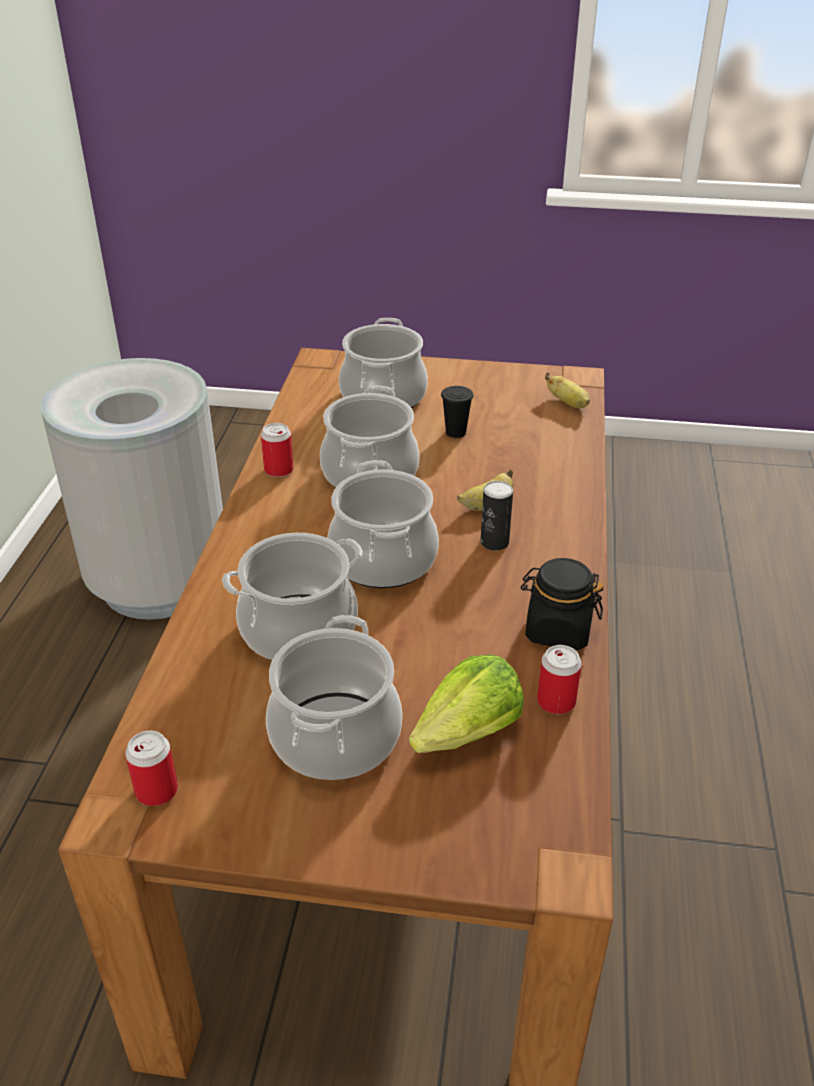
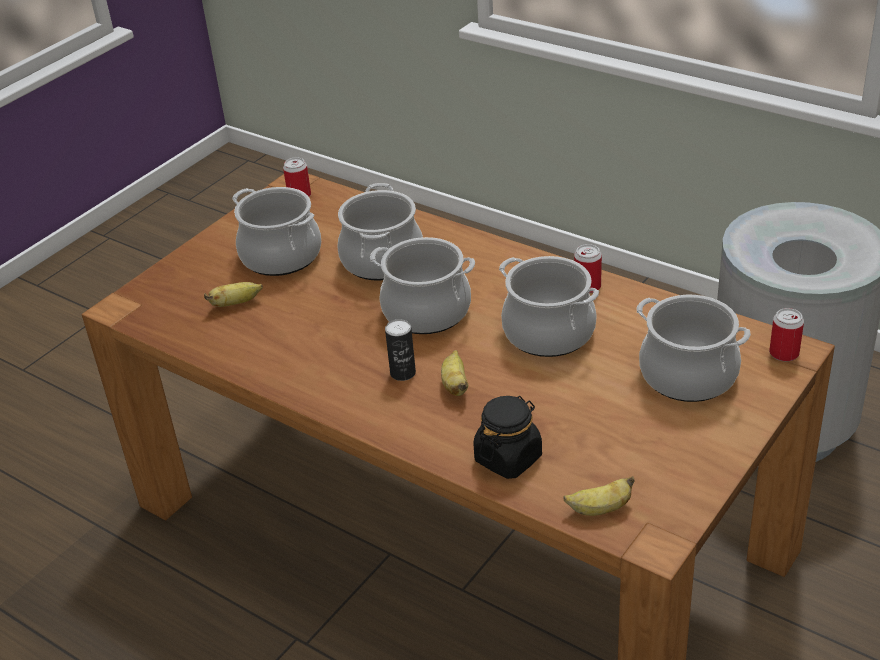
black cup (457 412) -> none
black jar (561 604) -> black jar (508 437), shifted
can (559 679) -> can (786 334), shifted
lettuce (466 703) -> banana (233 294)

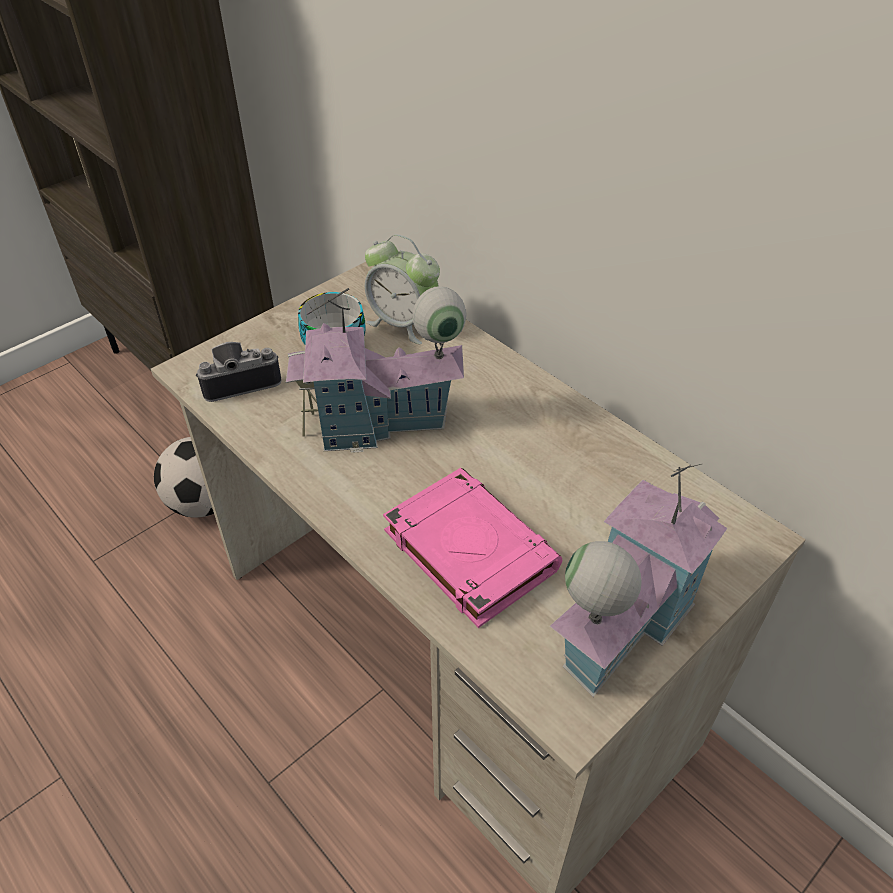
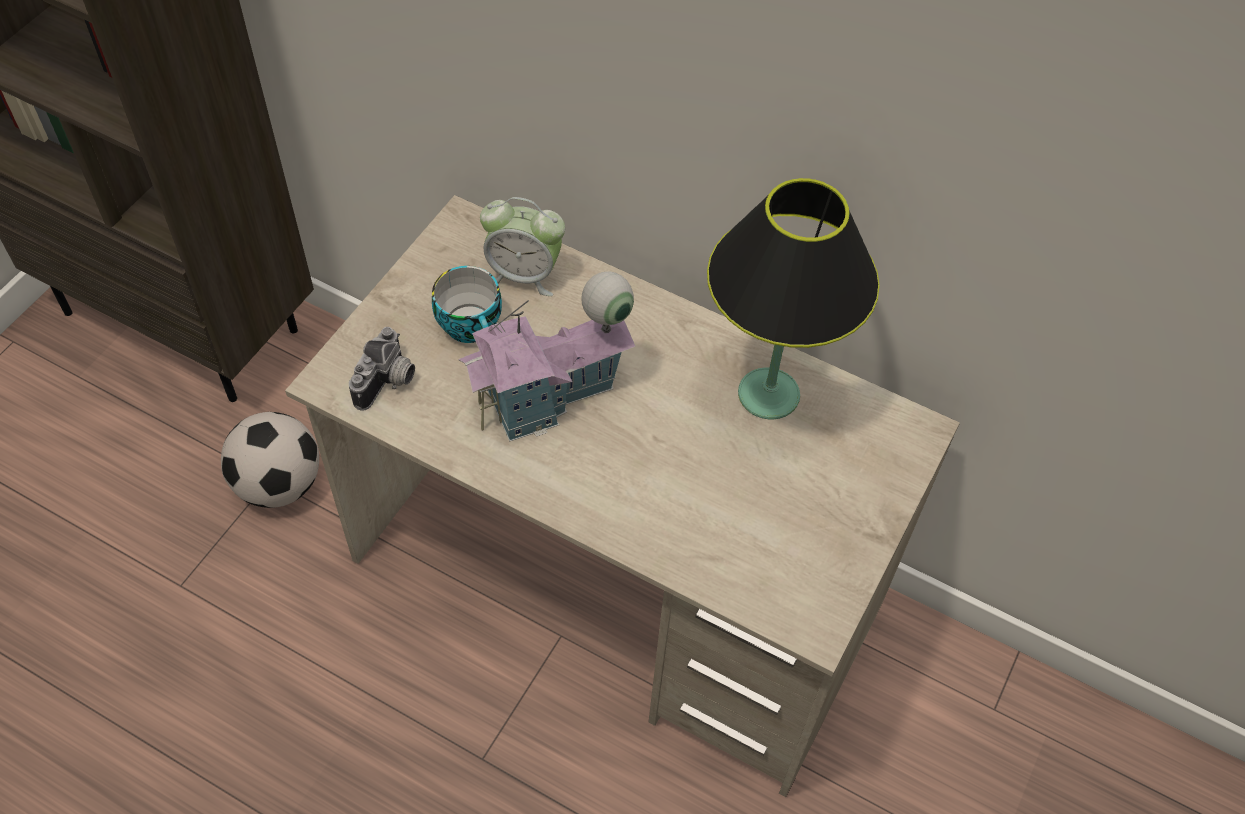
pink book (472 548) -> none
toy house (639 580) -> none
none -> black table lamp (793 298)
photo camera (239 372) -> photo camera (382 369), 150 degrees clockwise

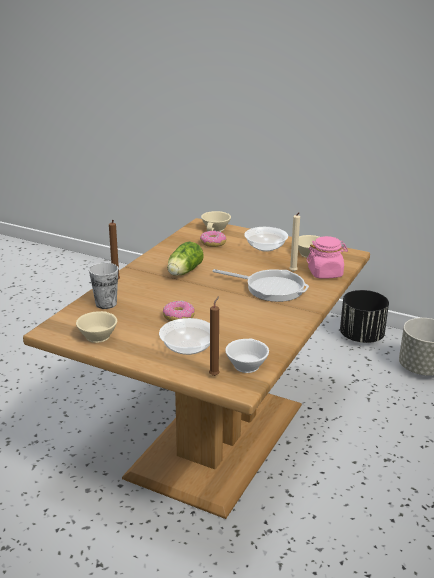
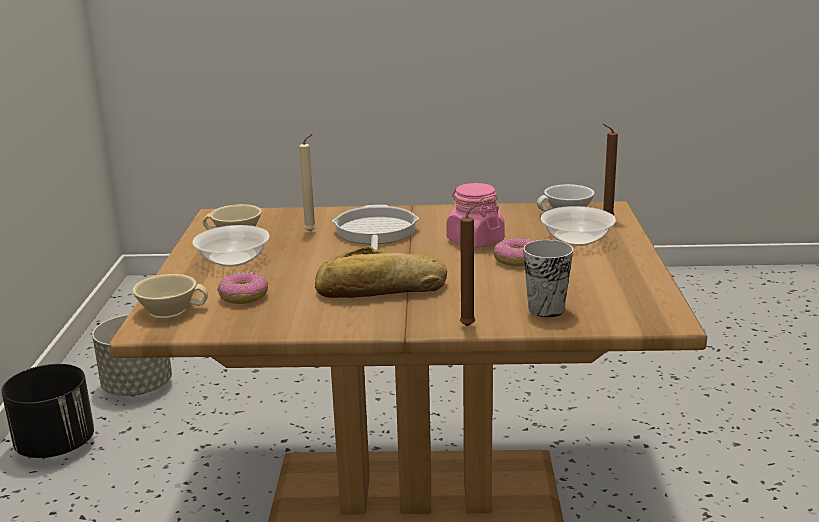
beige cup (96 327) -> none
pink jar (327 257) -> pink jar (475 215), shifted
lettuce (185 258) -> bread (381 272)

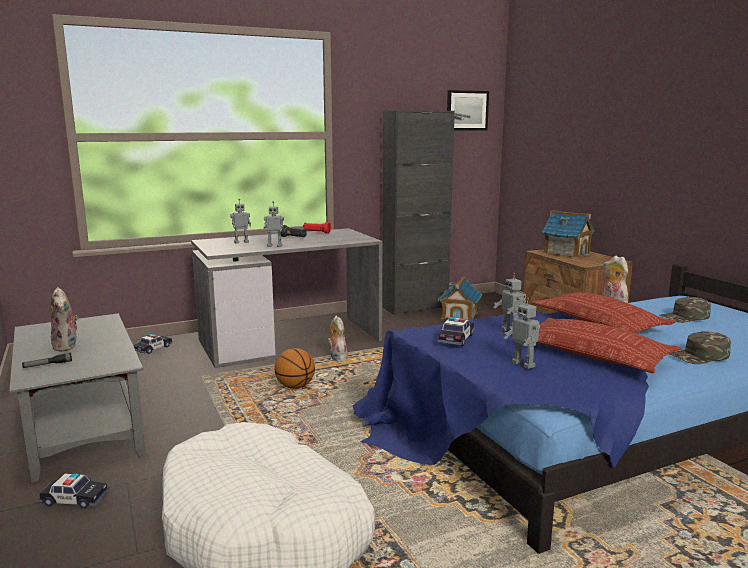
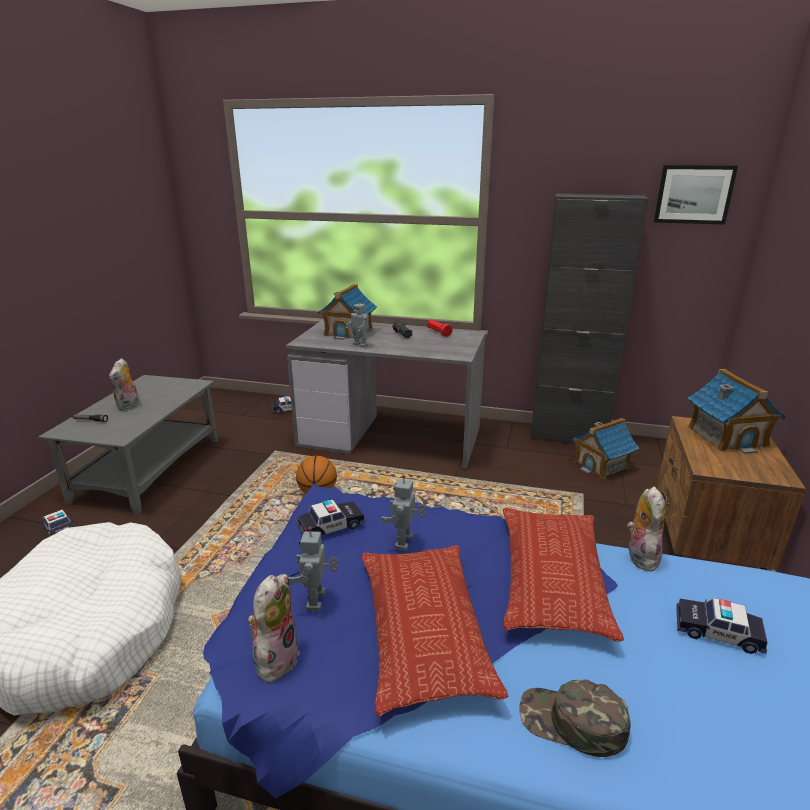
plush toy (337 339) -> plush toy (274 630), shifted
toy robot (240 221) -> toy house (347 312)
green cap (685 310) -> toy car (722 626)

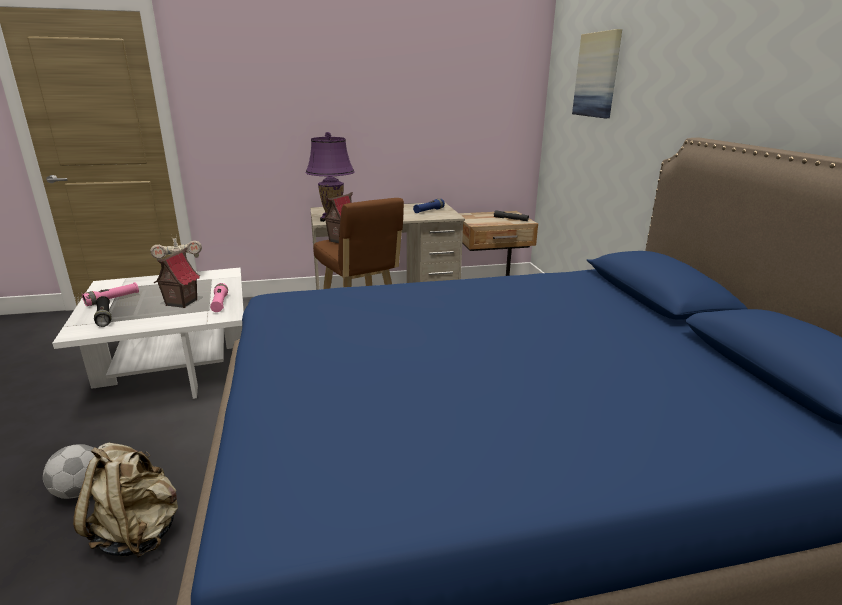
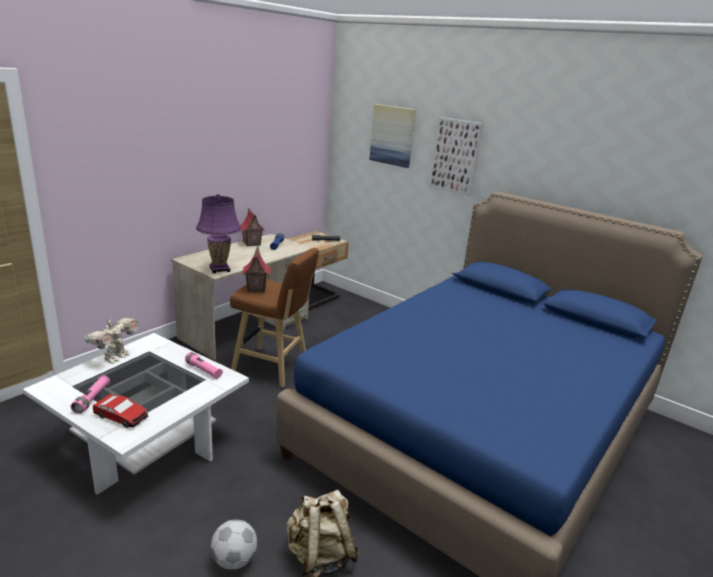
none -> picture (456 157)
toy house (176 278) -> toy house (252 227), shifted
black flashlight (103 311) -> toy car (120 411)

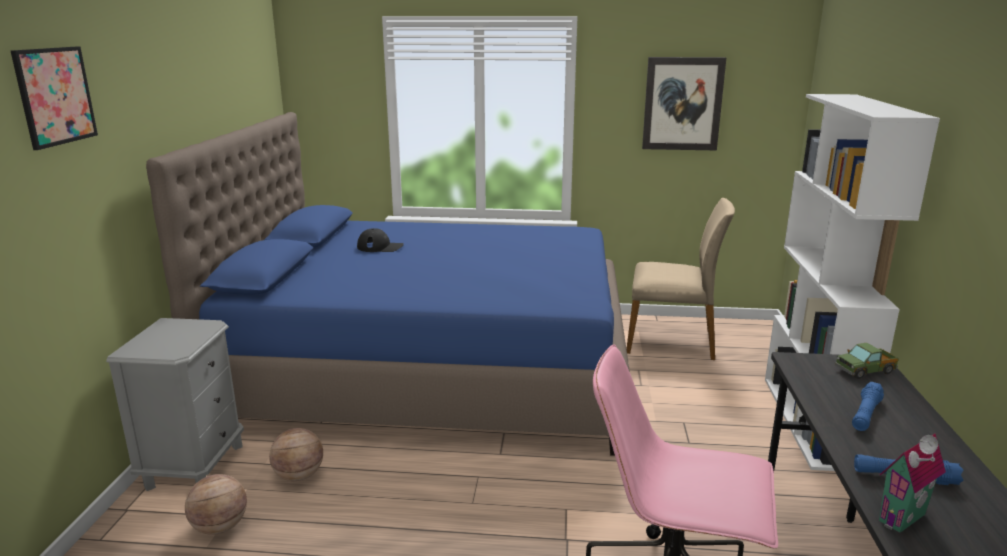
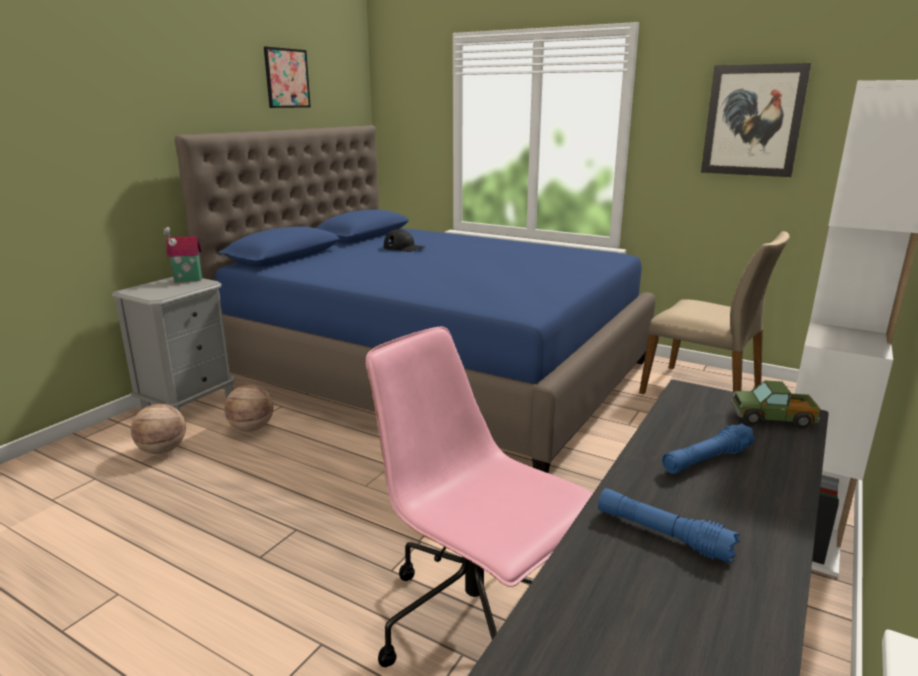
picture (54 98) -> picture (287 77), shifted
toy house (912 483) -> toy house (182 254), shifted

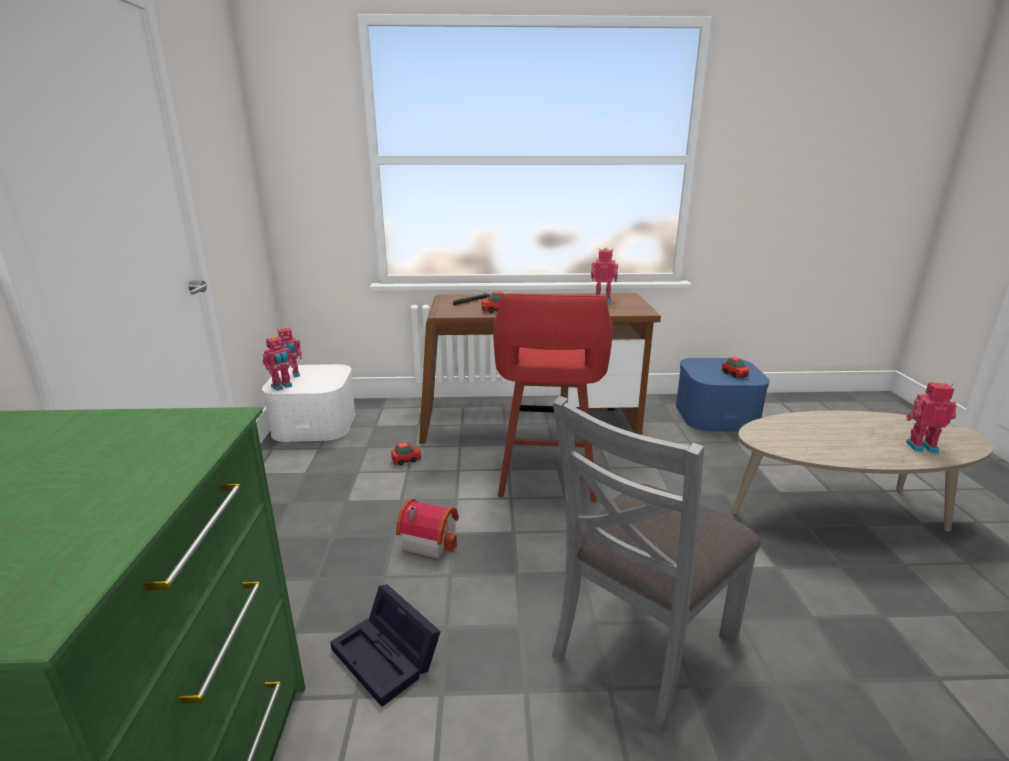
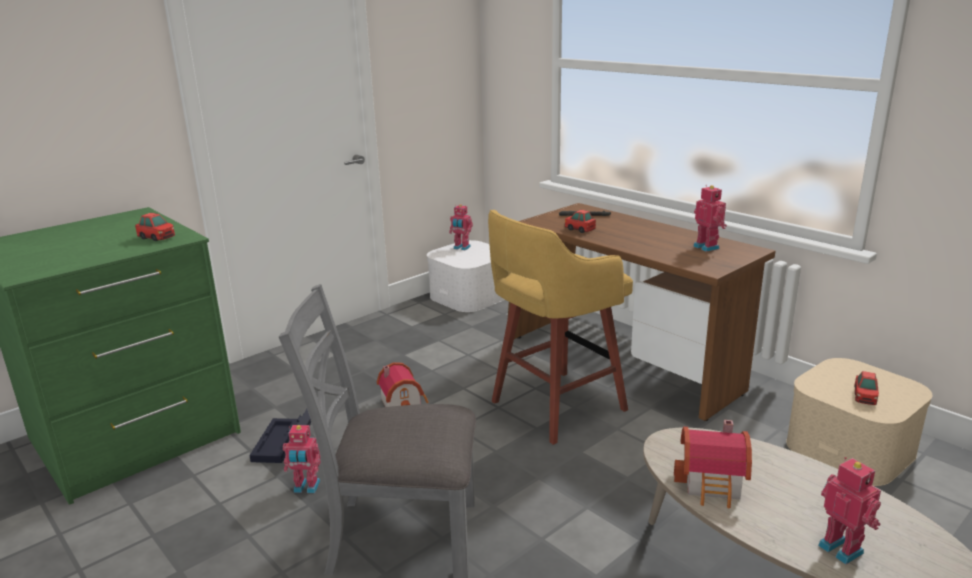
none -> toy house (713 464)
toy robot (278 363) -> toy robot (301 459), shifted
toy car (406 453) -> toy car (155 227), shifted
red stool (553 397) -> yellow stool (560 327)
blue storage box (723 395) -> beige storage box (859 422)

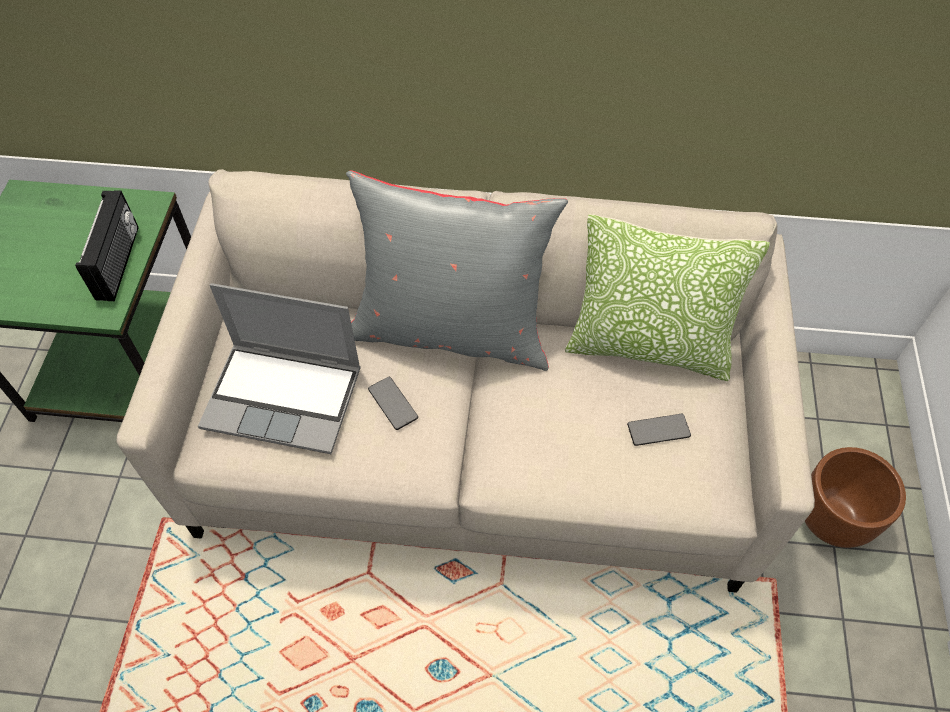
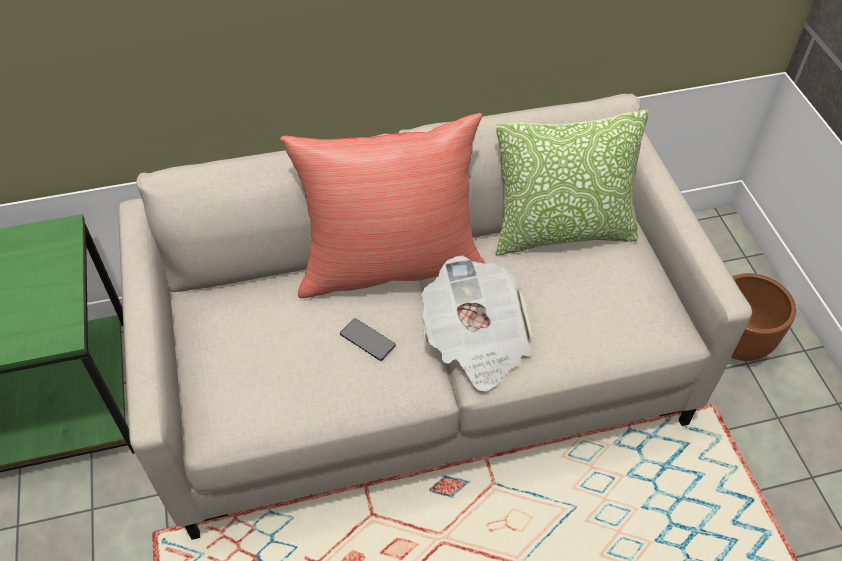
radio (107 245) -> none
laptop (279 368) -> none
phone (659 430) -> none
none -> newspaper (477 323)
grey pillow (457 270) -> red pillow (383 205)

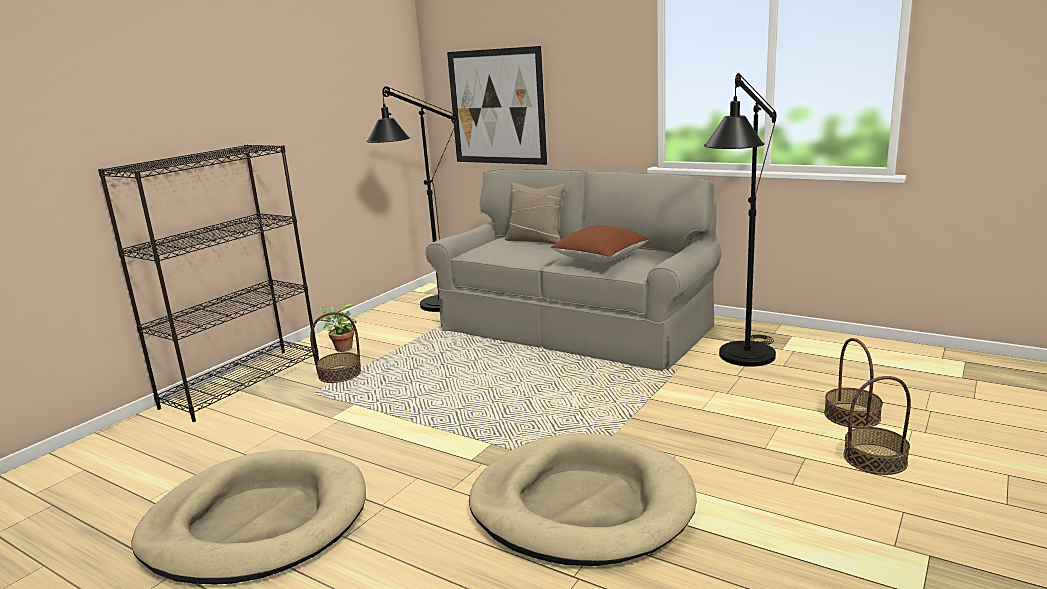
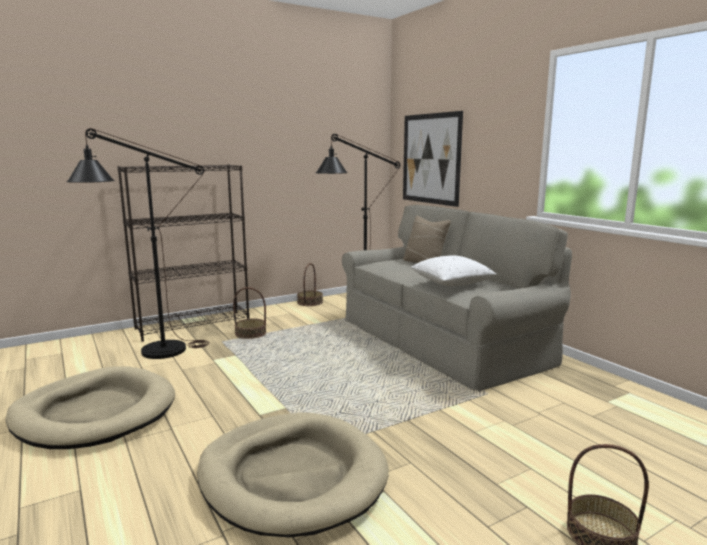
potted plant (338 328) -> none
black floor lamp (740 220) -> black floor lamp (137 243), shifted
basket (853 383) -> basket (310 284), shifted
brown pillow (599 243) -> white pillow (454 270)

